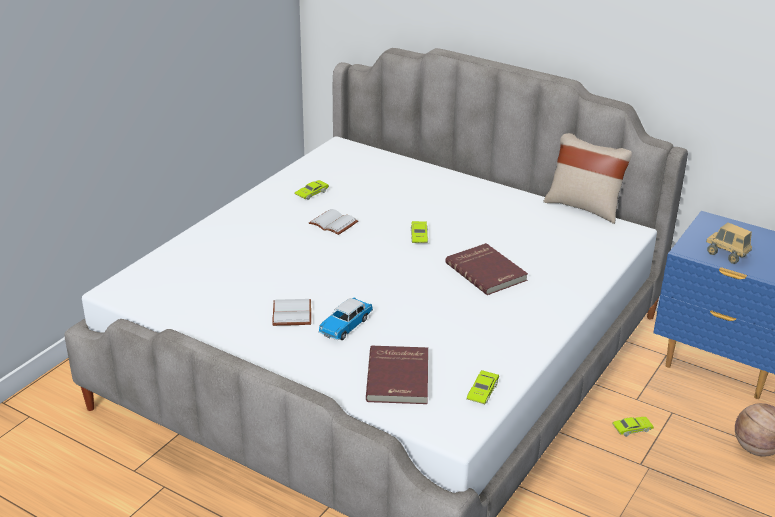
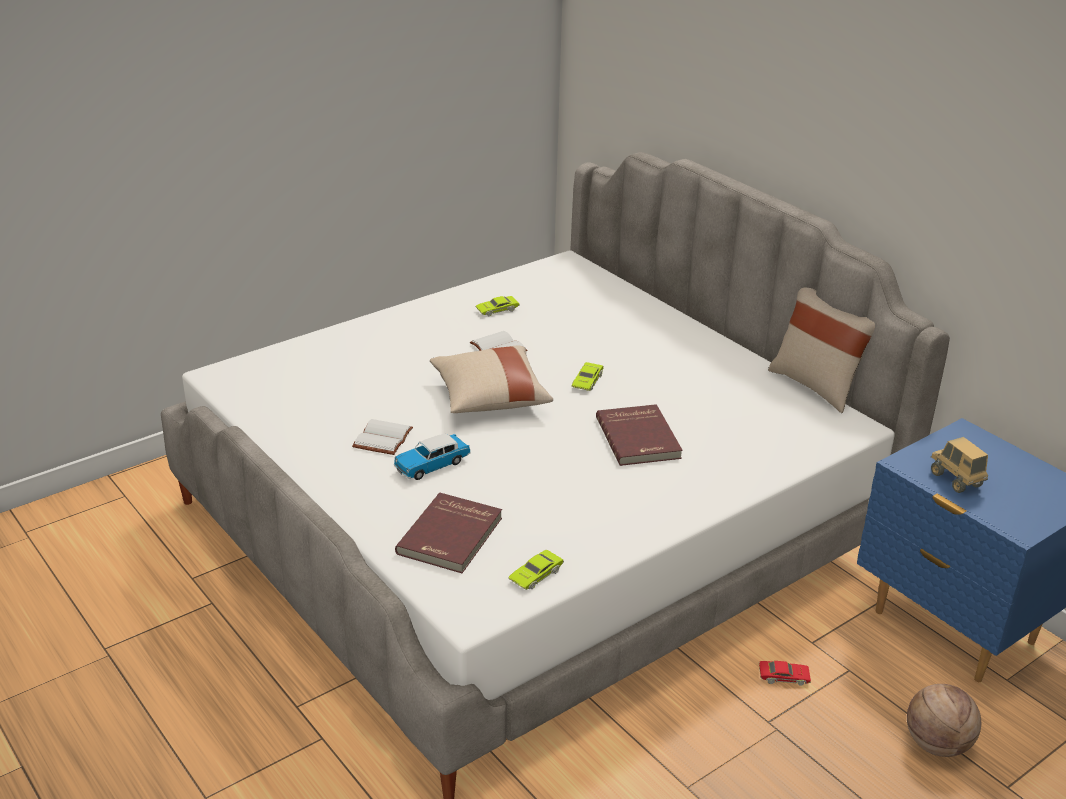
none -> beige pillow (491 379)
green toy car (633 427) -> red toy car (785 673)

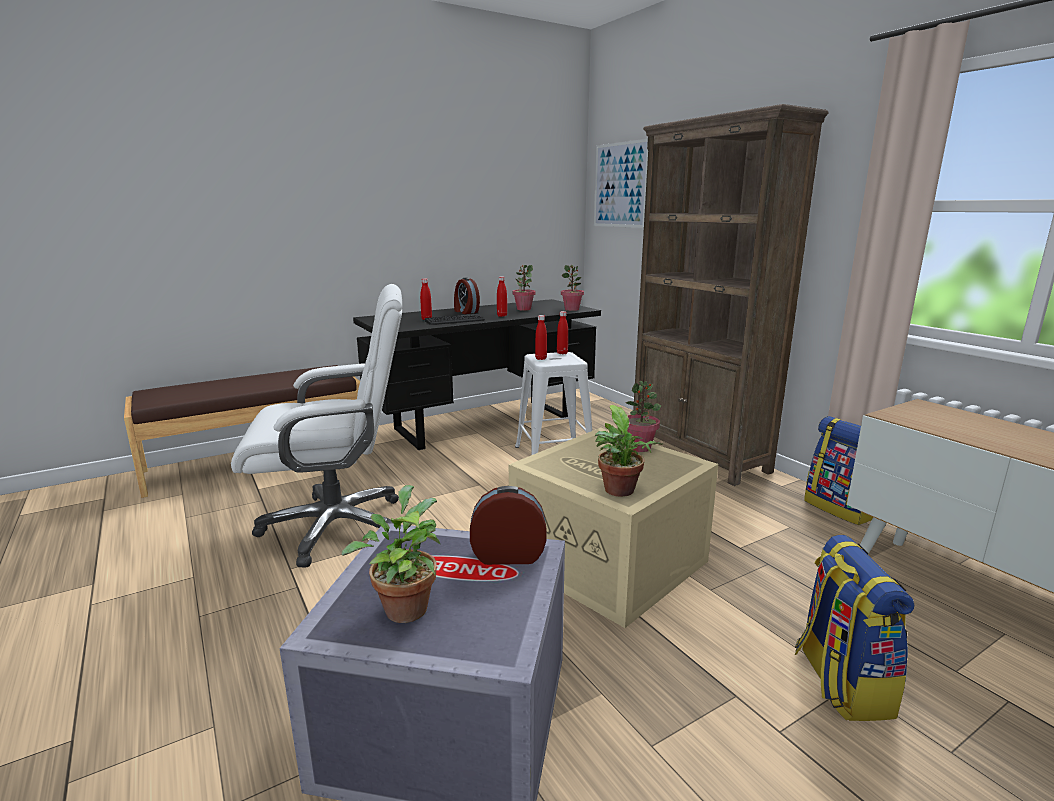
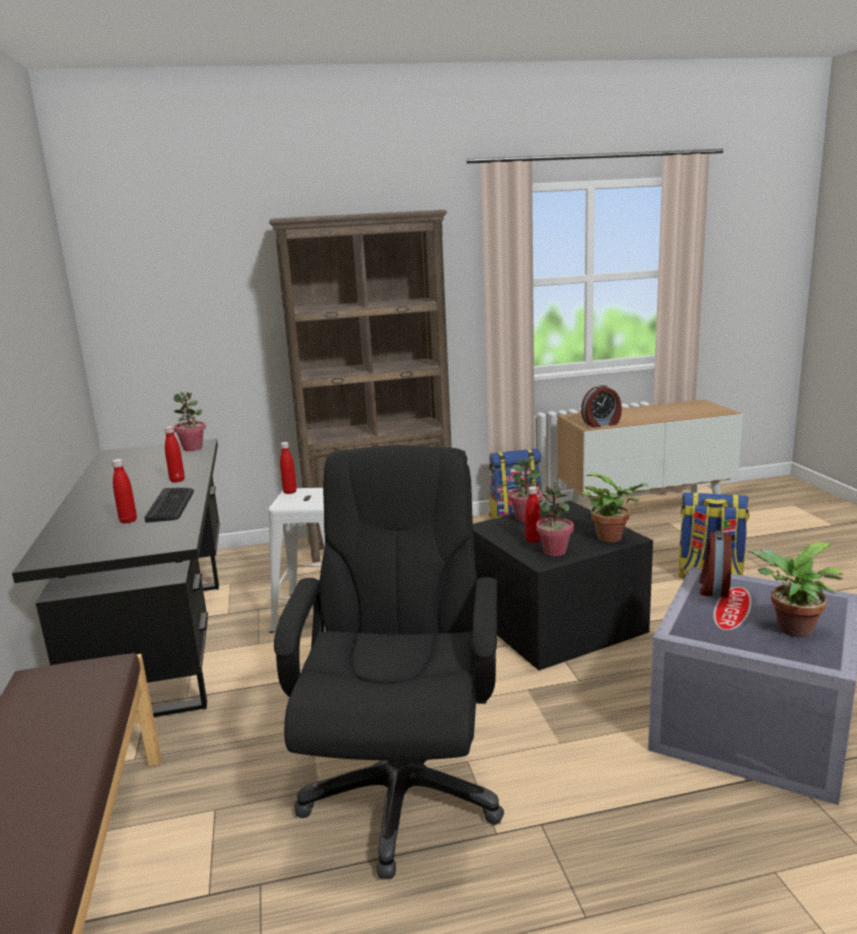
picture (621 183) -> none
alarm clock (467 296) -> alarm clock (601 406), shifted
potted plant (524 288) -> potted plant (555 519), shifted
red bottle (541 337) -> red bottle (533 515), shifted
white office chair (316 425) -> black office chair (389 662)
beige storage box (613 528) -> black storage box (563 585)

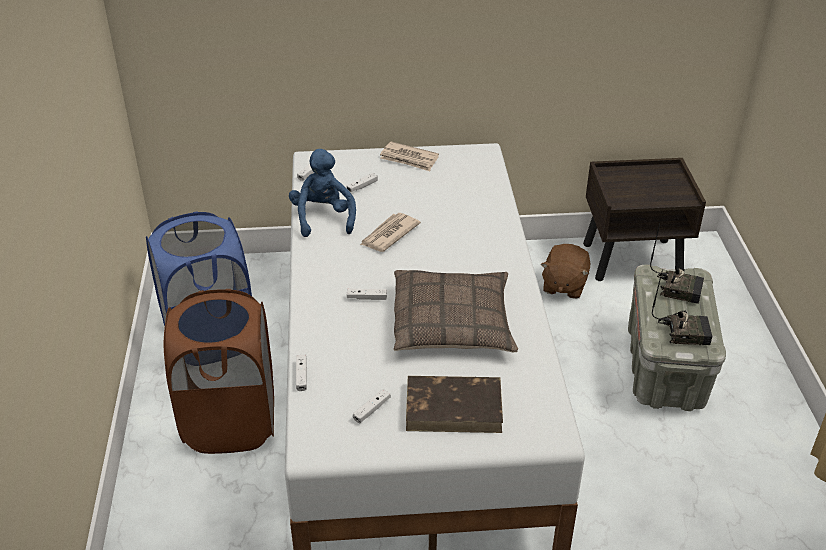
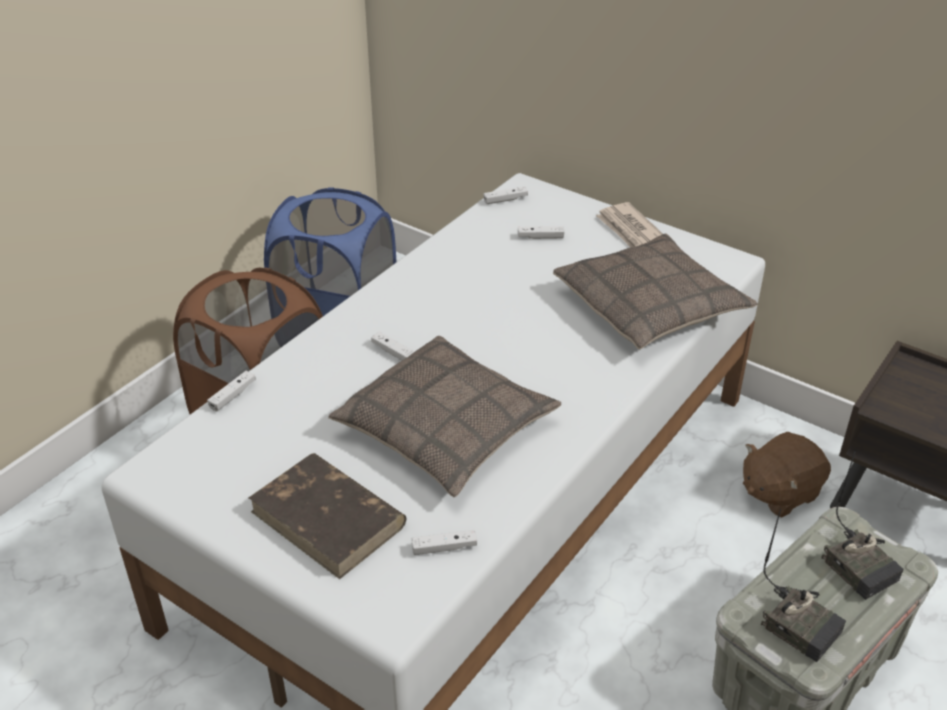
blue plush toy (322 193) -> none
newspaper (390 232) -> none
none -> pillow (655 291)
white game controller (372 406) -> white game controller (444 542), shifted

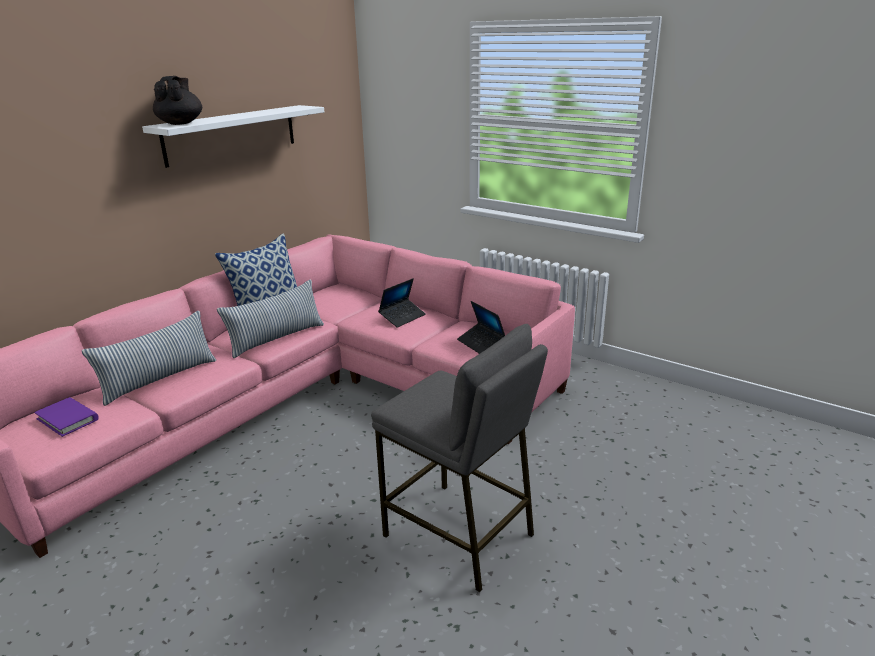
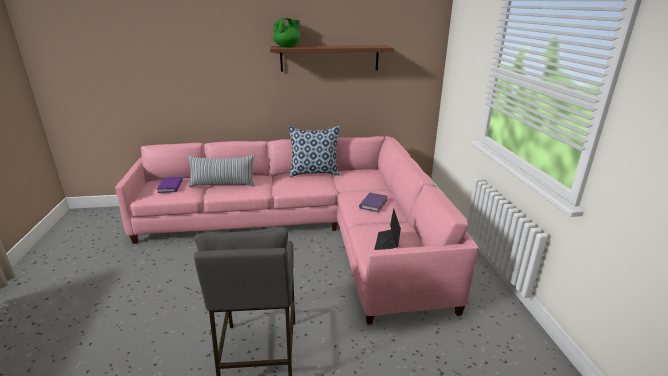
pillow (270 319) -> none
laptop (402 303) -> purple book (373 202)
white shelf (233 136) -> brown shelf (332 58)
black teapot (177 100) -> green teapot (287 32)

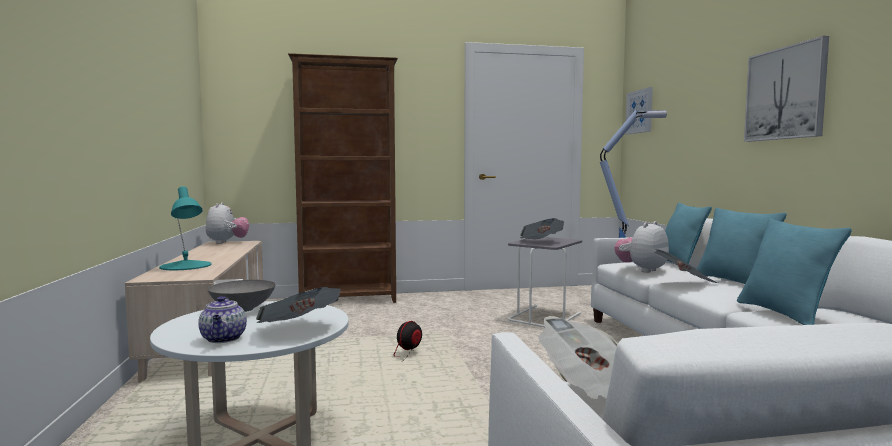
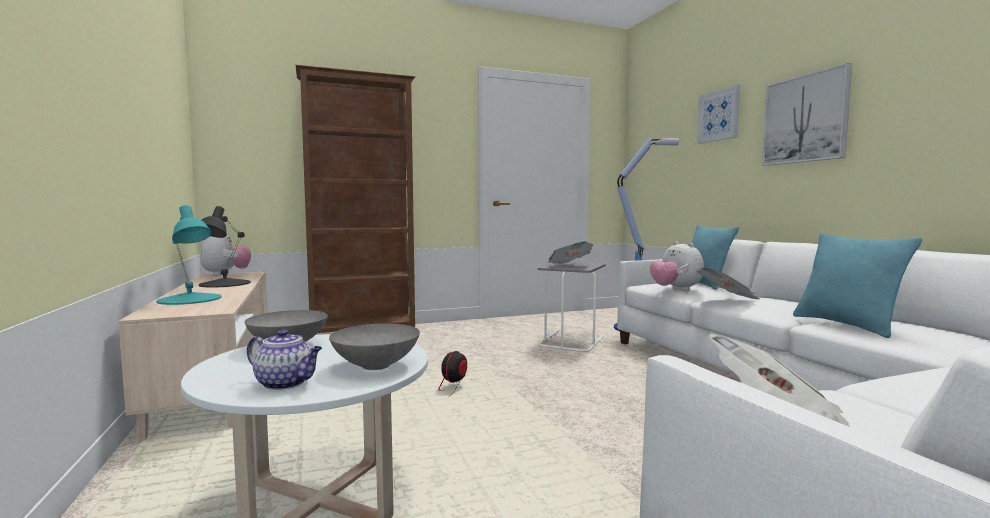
turquoise pillow (742 246) -> none
none -> black table lamp (225 247)
picture (639 110) -> picture (718 114), shifted
newspaper (298 305) -> grey bowl (374 347)
teapot (222 319) -> teapot (284 359), 45 degrees counterclockwise
plush toy (641 247) -> plush toy (677 266), 60 degrees counterclockwise

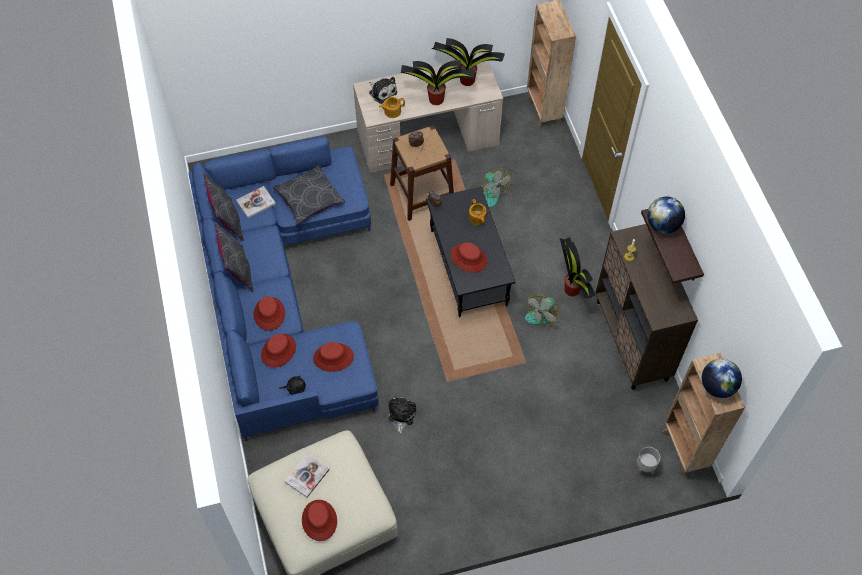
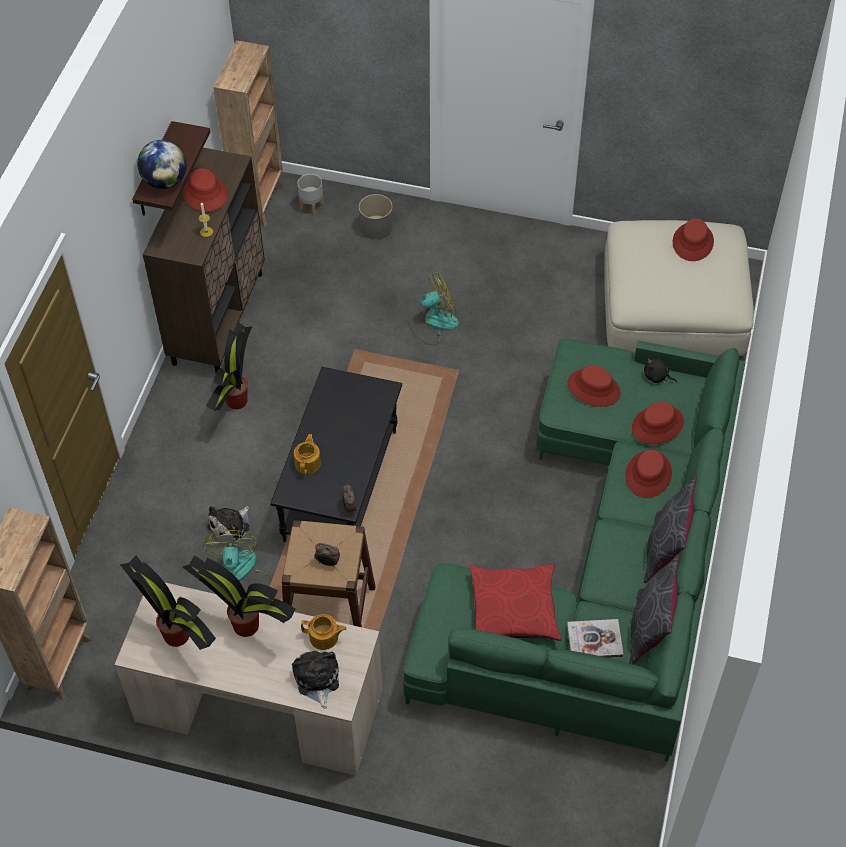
book (307 475) -> none
globe (722 378) -> none
none -> grey planter (376 216)
plush toy (402 415) -> plush toy (228 523), shifted
red hat (469 257) -> red hat (205 190), shifted
fan (541 309) -> fan (433 309), shifted
blue sofa (283 288) -> green sofa (574 550)
grey pillow (309 195) -> red pillow (515 602)

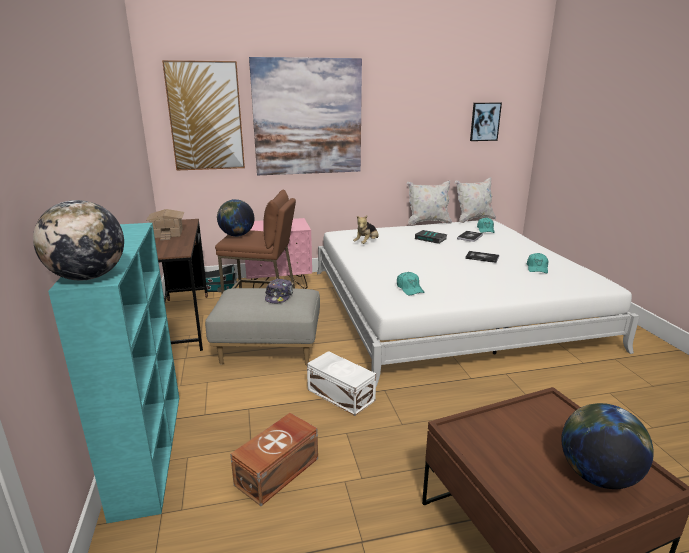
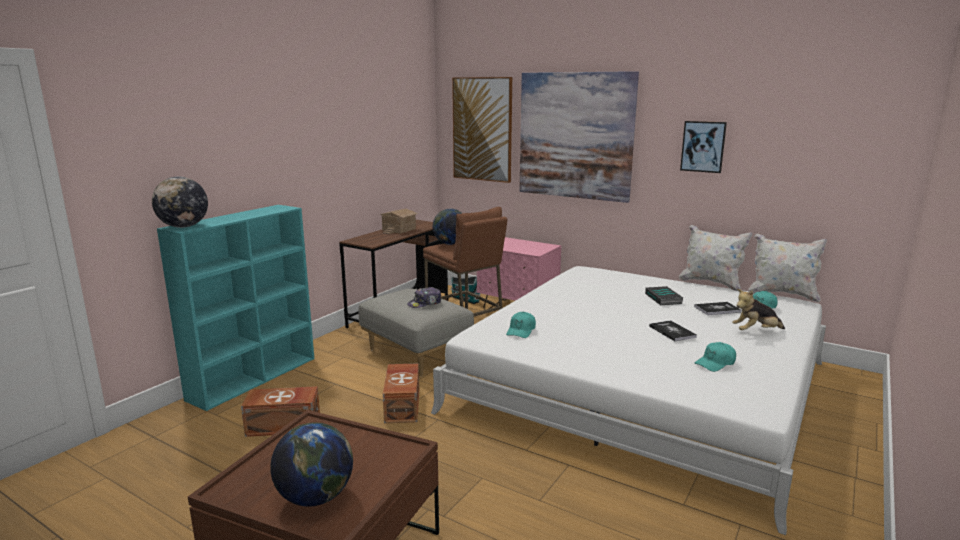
plush toy (365 229) -> plush toy (758 309), shifted
picture (486 122) -> picture (703 147), shifted
white storage box (341 383) -> brown storage box (401 393)

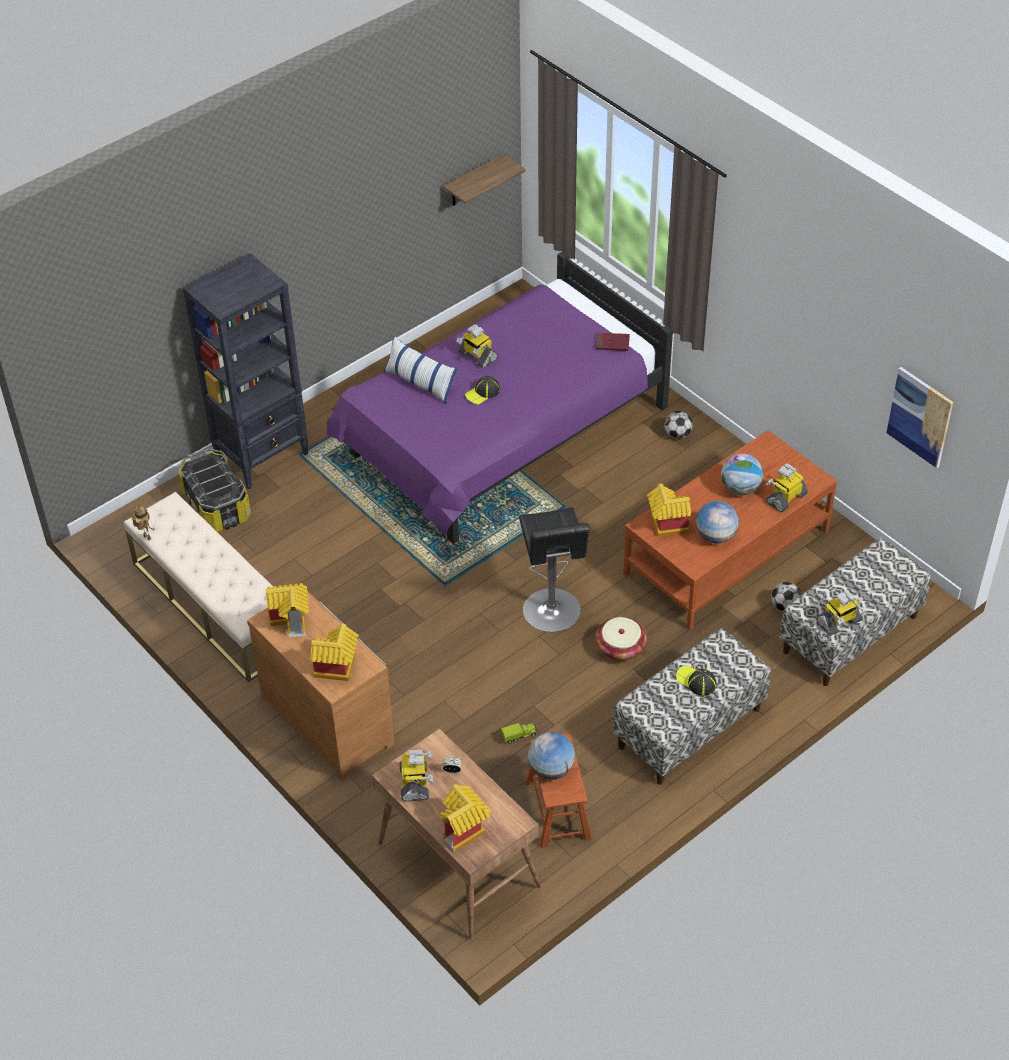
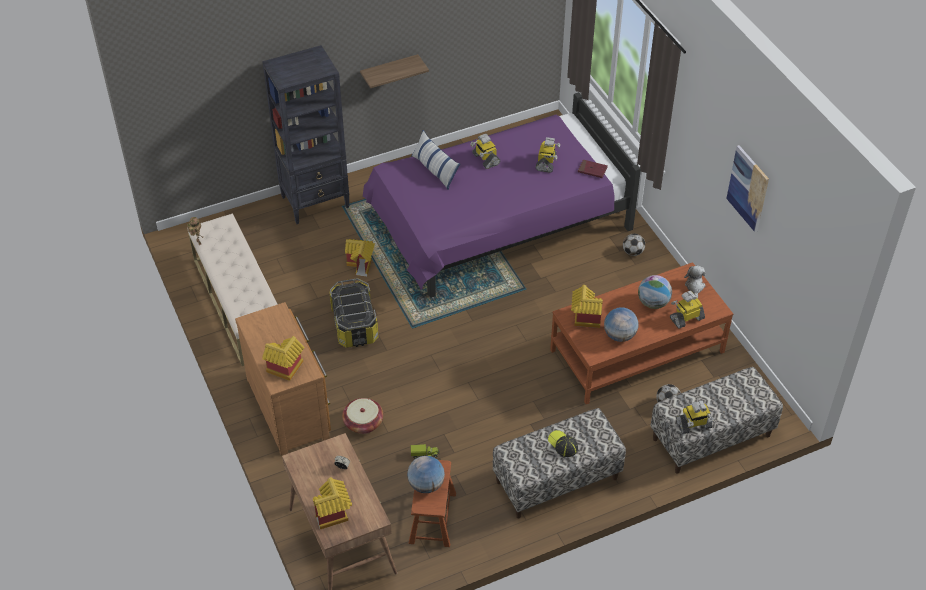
cap (482 390) -> none
black stool (554 569) -> none
none -> plush toy (695 282)
storage box (214 490) -> storage box (354 313), shifted
toy house (287 610) -> toy house (360 257), shifted
toy robot (416 776) -> toy robot (547 155), shifted
shelf (484 180) -> shelf (394 71), shifted
basket (621 639) -> basket (362 416), shifted
picture (919 417) -> picture (747 188), shifted

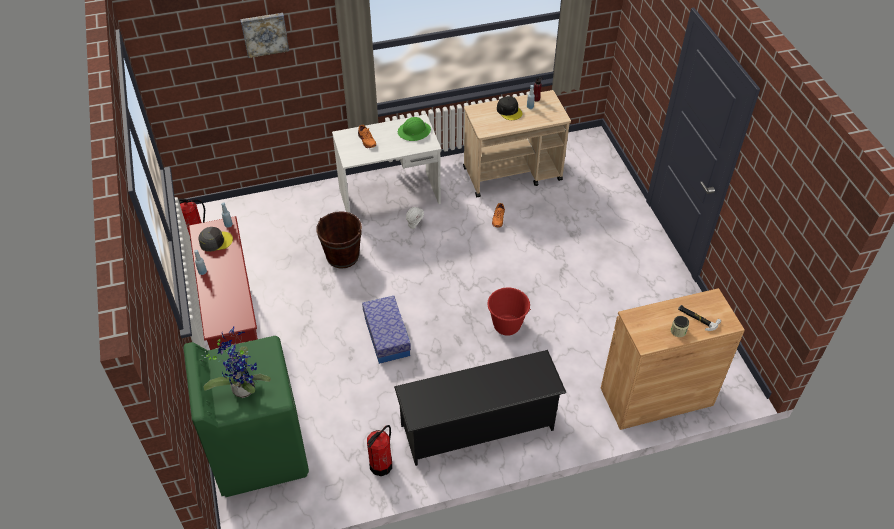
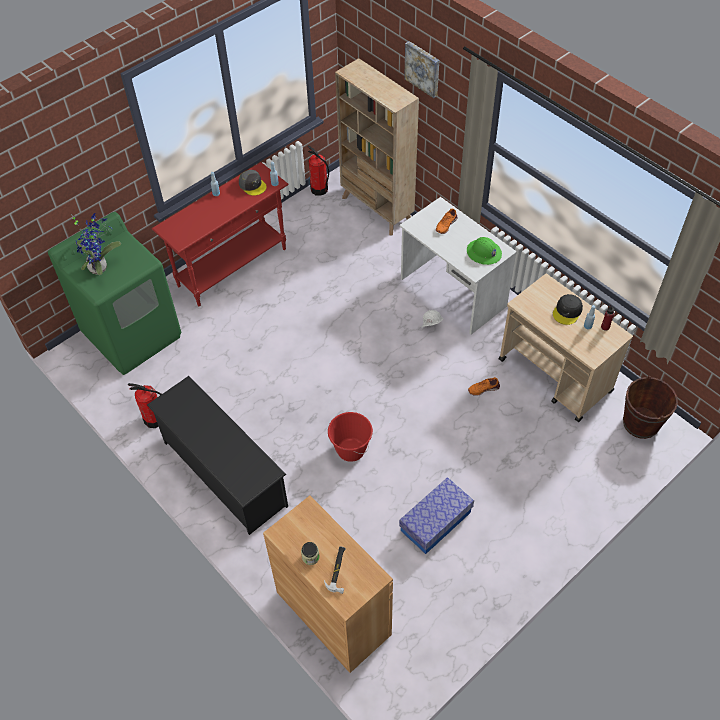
none -> beige bookcase (377 146)
brown bucket (339 240) -> brown bucket (650 407), shifted
storage box (386 330) -> storage box (436 515), shifted

